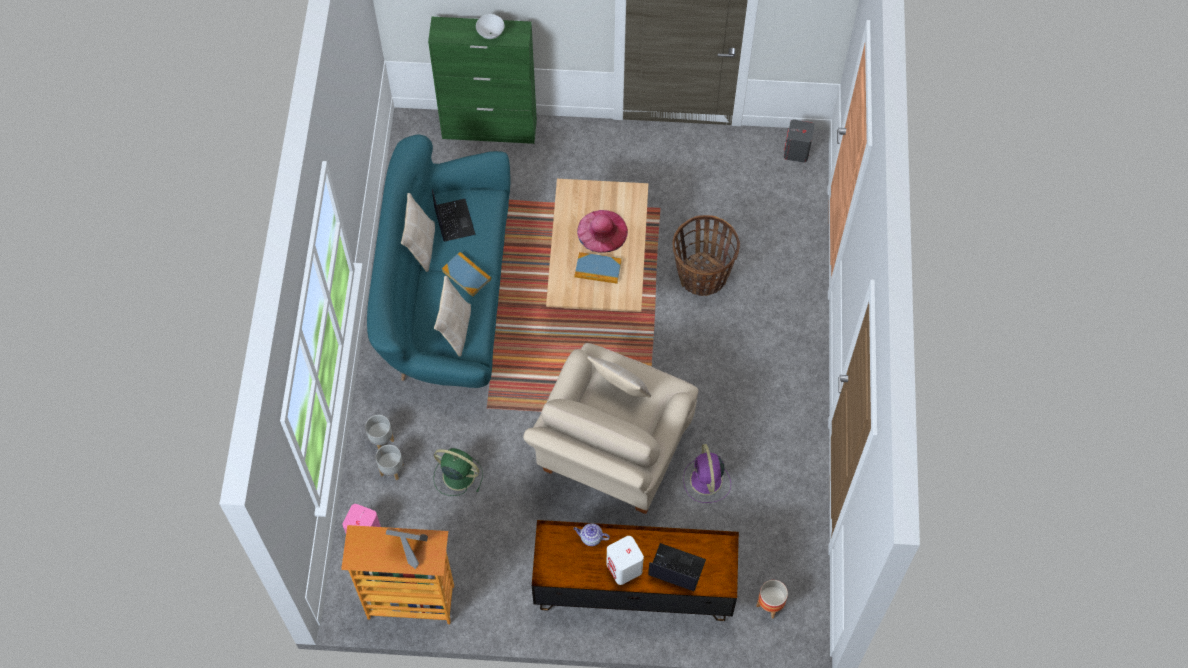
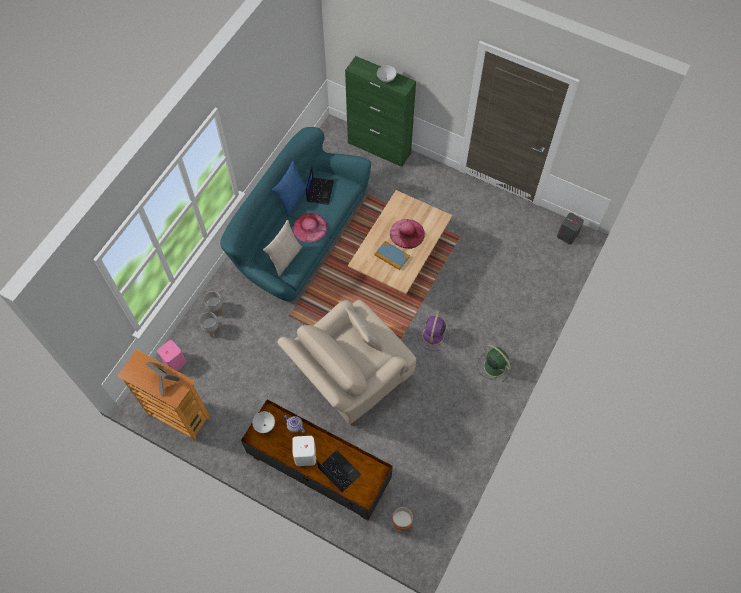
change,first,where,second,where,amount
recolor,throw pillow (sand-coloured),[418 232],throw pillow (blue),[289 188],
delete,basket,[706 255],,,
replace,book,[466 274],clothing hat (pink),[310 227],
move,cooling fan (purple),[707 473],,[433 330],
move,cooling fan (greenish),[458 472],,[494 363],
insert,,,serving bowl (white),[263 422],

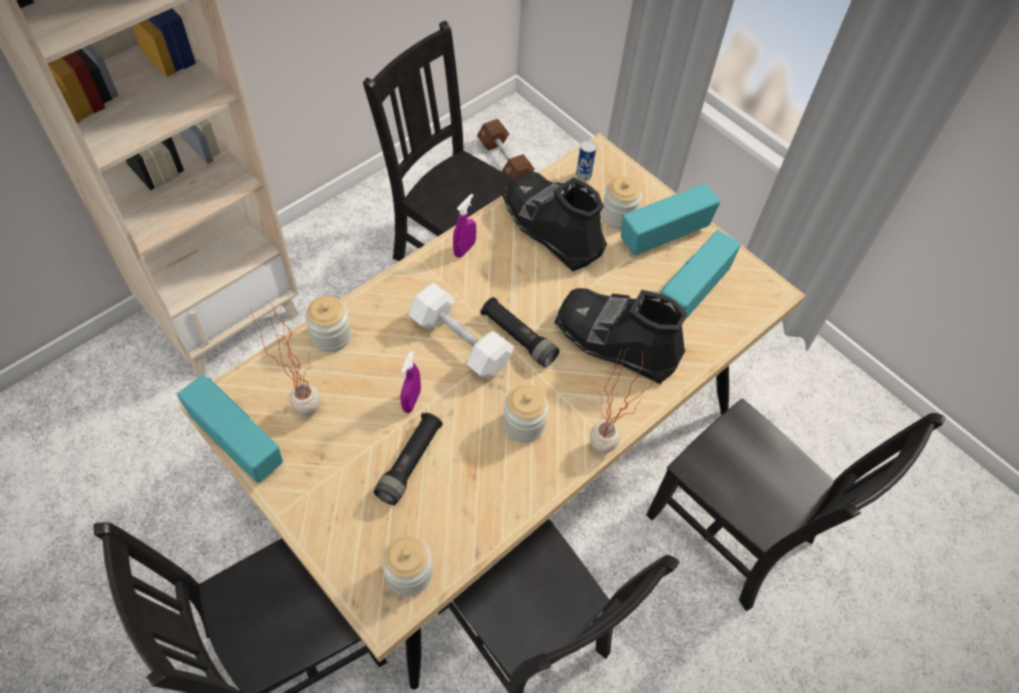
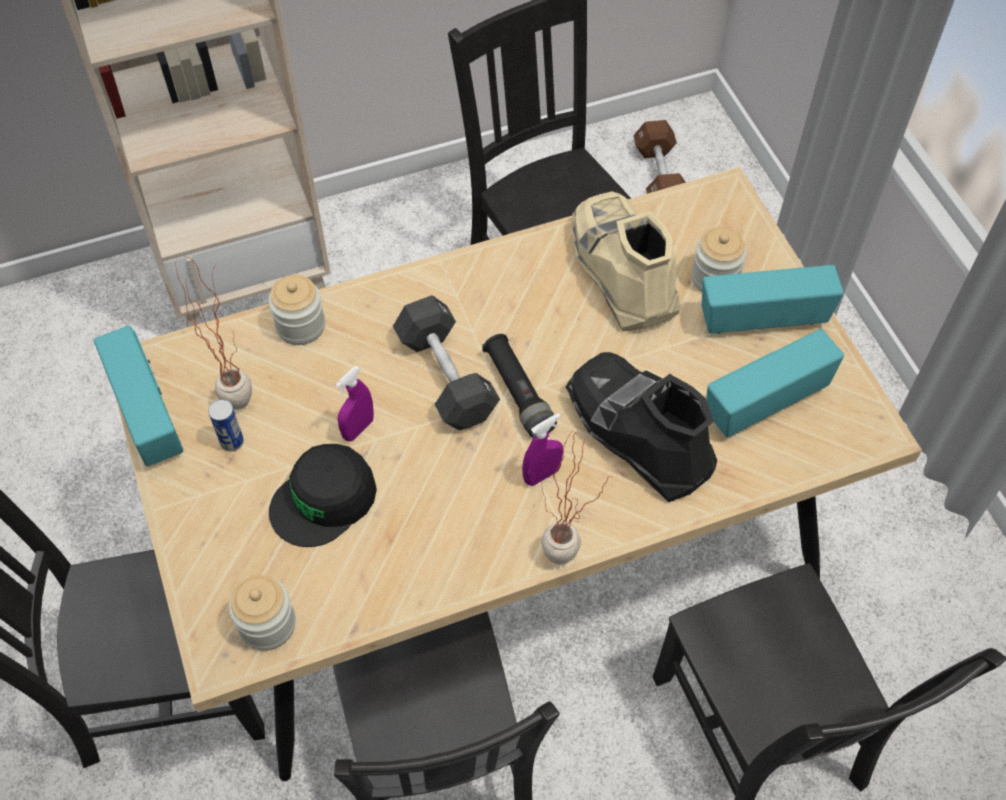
change,first,where,second,where,amount
move,metal can,[586 160],,[226 425],
recolor,tall boot (black-coloured),[554 221],tall boot (sand-coloured),[626 261],
move,sprayer (purple),[464 226],,[542 449],
recolor,free weight (white),[461 331],free weight (black-coloured),[446 362],
delete,preserve jar,[526 413],,,
replace,torch (black-coloured),[408 459],baseball cap (black-coloured),[323 495],

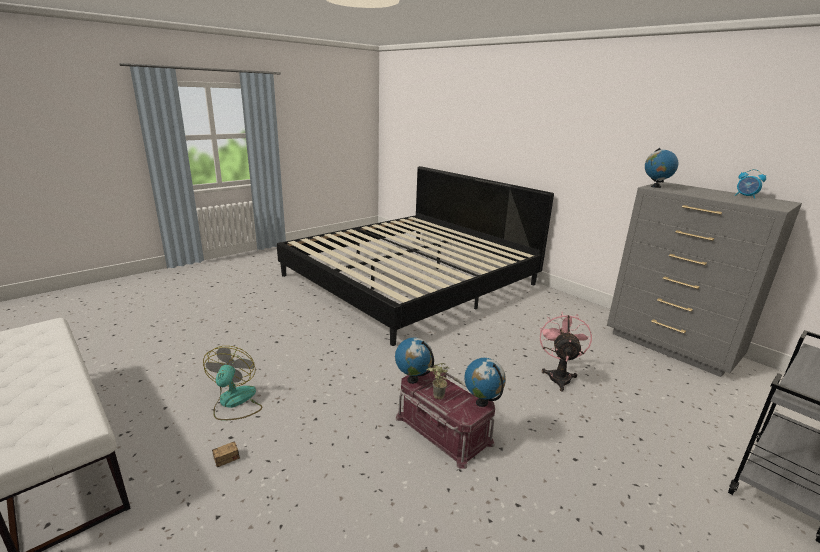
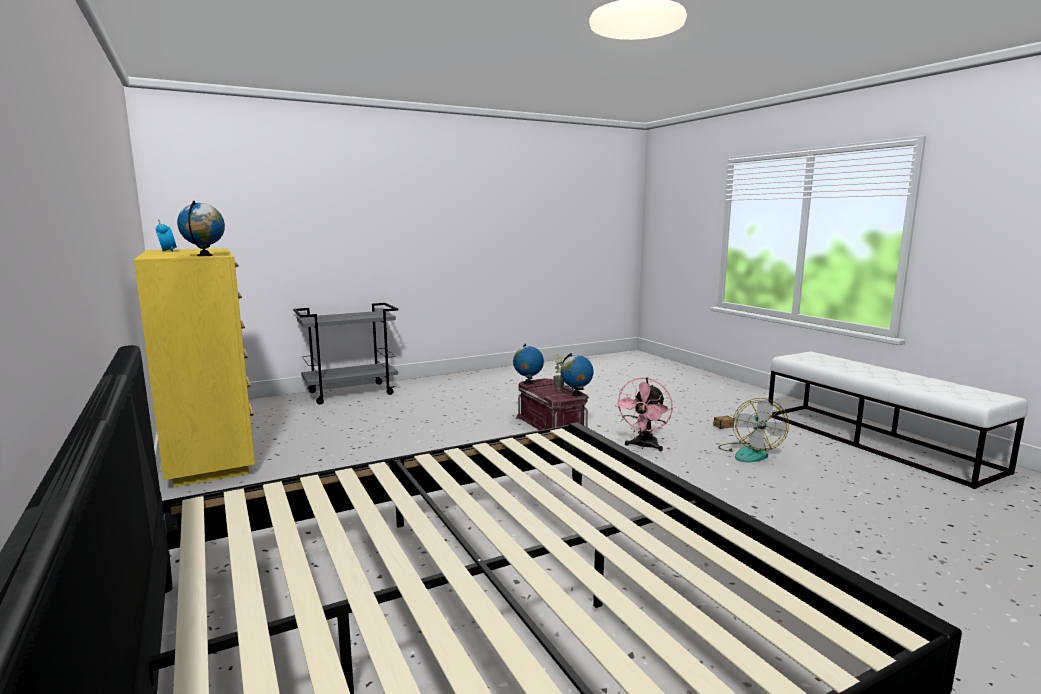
change,first,where,second,where,amount
recolor,dresser (gray),[704 279],dresser (yellowish),[194 367],
move,cooling fan (pink),[566 352],,[644 414],

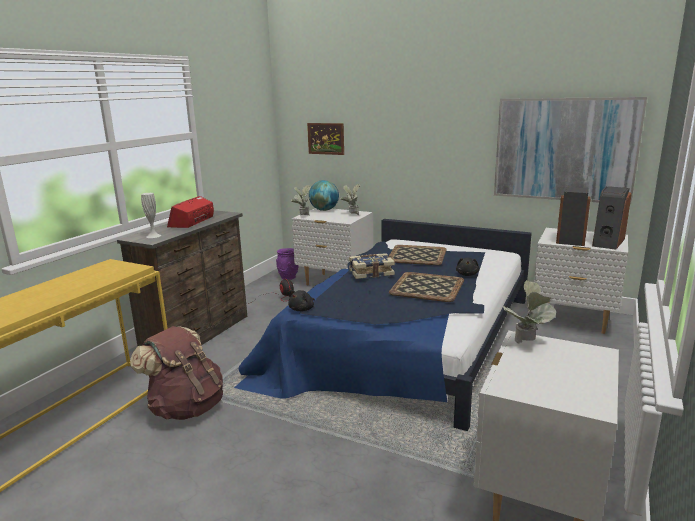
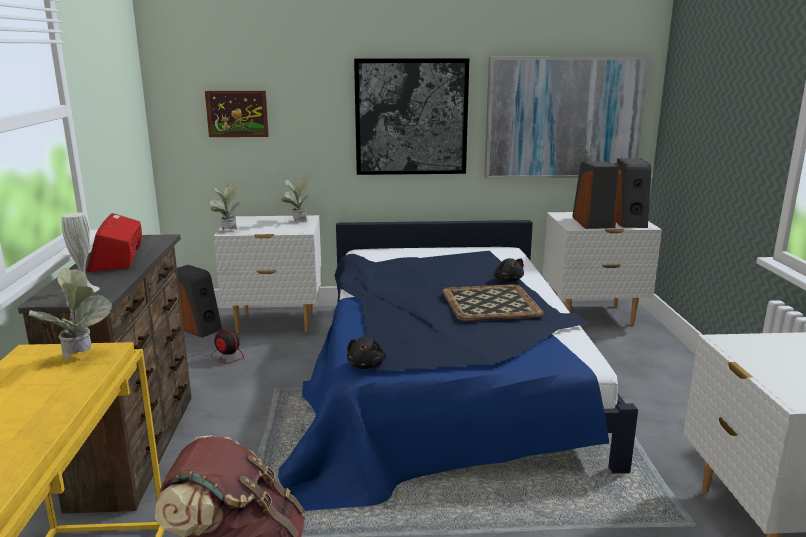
change,first,where,second,where,amount
delete,world globe,[324 195],,,
delete,serving tray,[417 255],,,
replace,decorative vase (purple),[287 264],speaker,[199 301],
delete,book,[372 266],,,
move,potted plant,[529 312],,[70 313],
insert,,,wall art,[411 116],

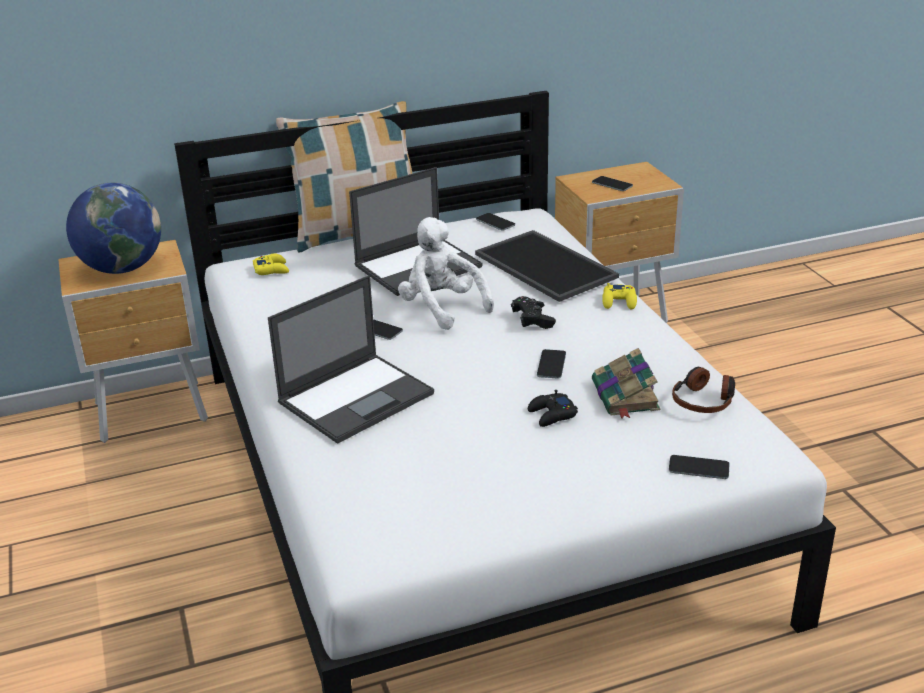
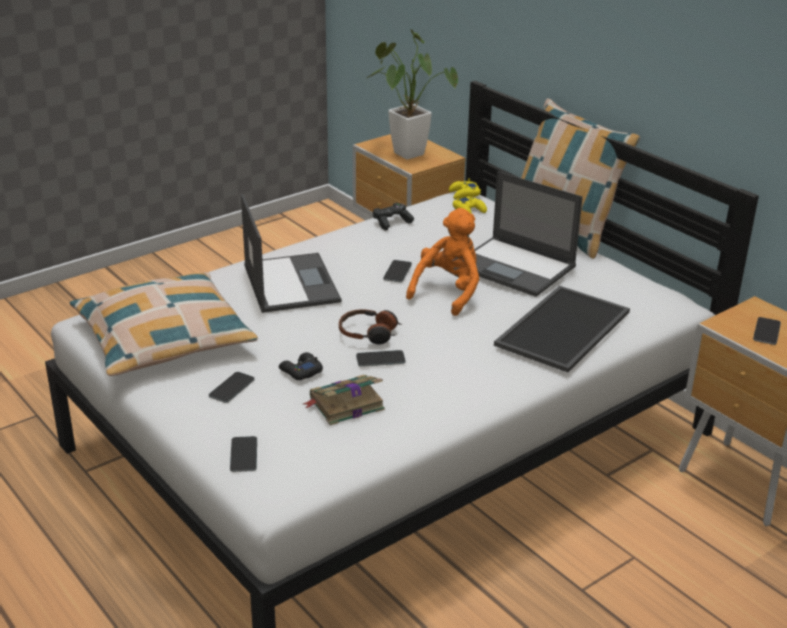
change,first,where,second,where,amount
replace,world globe,[113 228],potted plant,[412 94],
move,telephone,[495 221],,[232 387],
recolor,soft toy (white),[446 273],soft toy (orange-coloured),[442 262],
rotate,notebook computer,[351 359],,[291 253],135 degrees counterclockwise
move,gamepad (yellowish),[619 296],,[465 188],
move,gamepad (black-coloured),[533 312],,[393 216],
move,headphones,[703 390],,[370 326],
insert,,,throw pillow,[164 324],

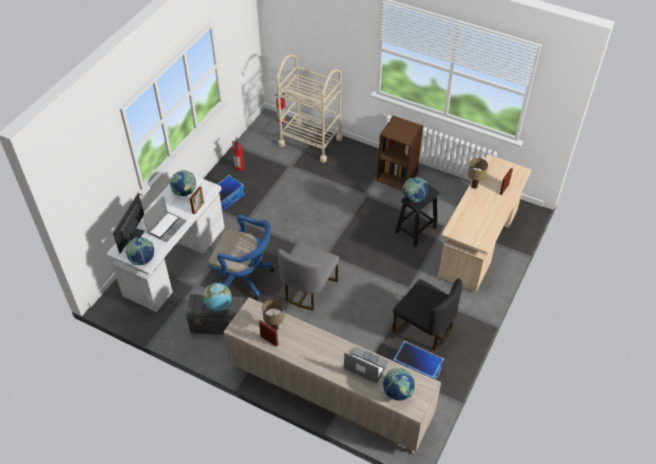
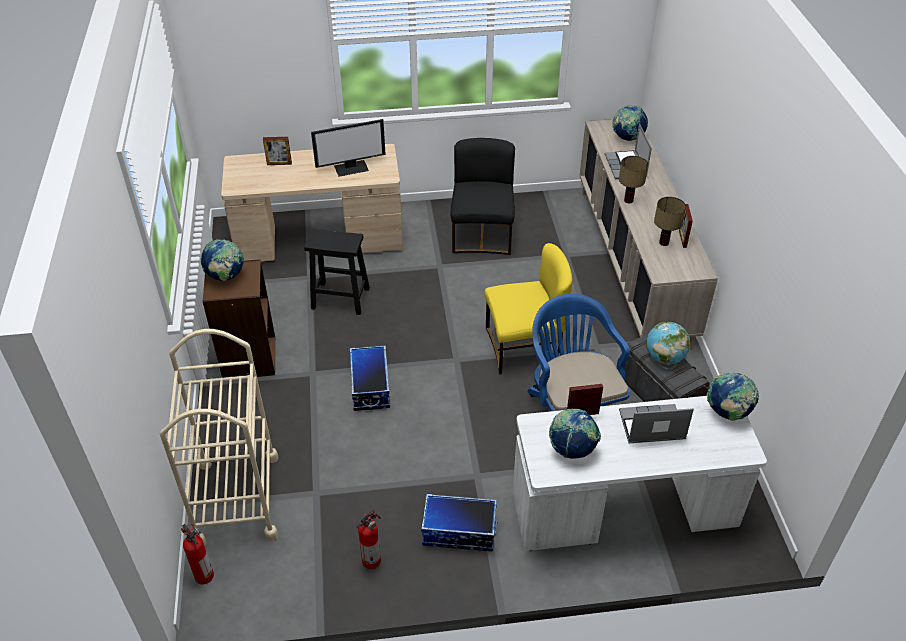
change,first,where,second,where,amount
move,lamp for a table,[478 173],,[633 179],
move,world globe,[415 190],,[222 260],
move,monitor,[129 223],,[348 148],
recolor,chair (gray),[308 276],chair (yellowish),[528 308],
move,storage container,[418 360],,[370 378],

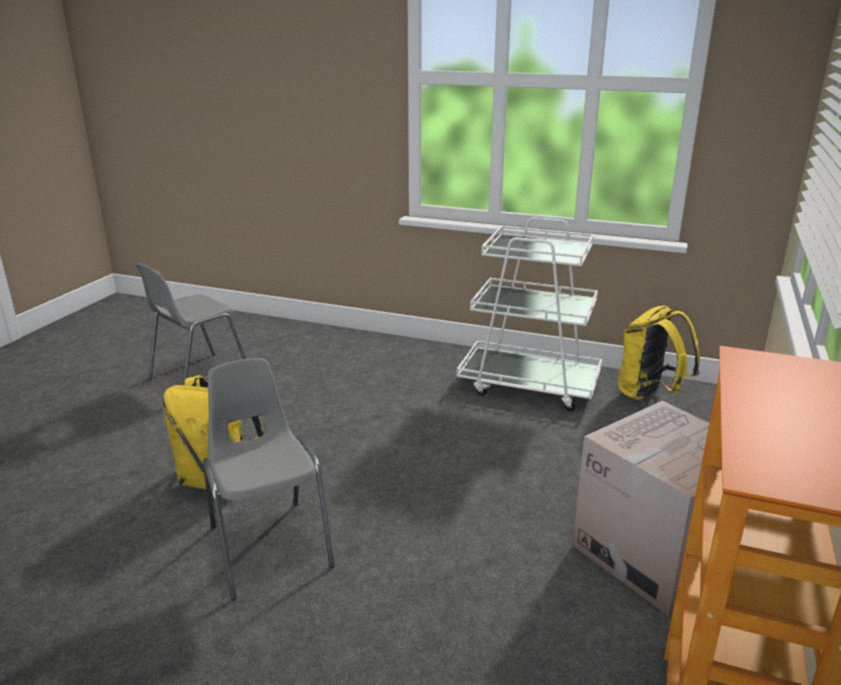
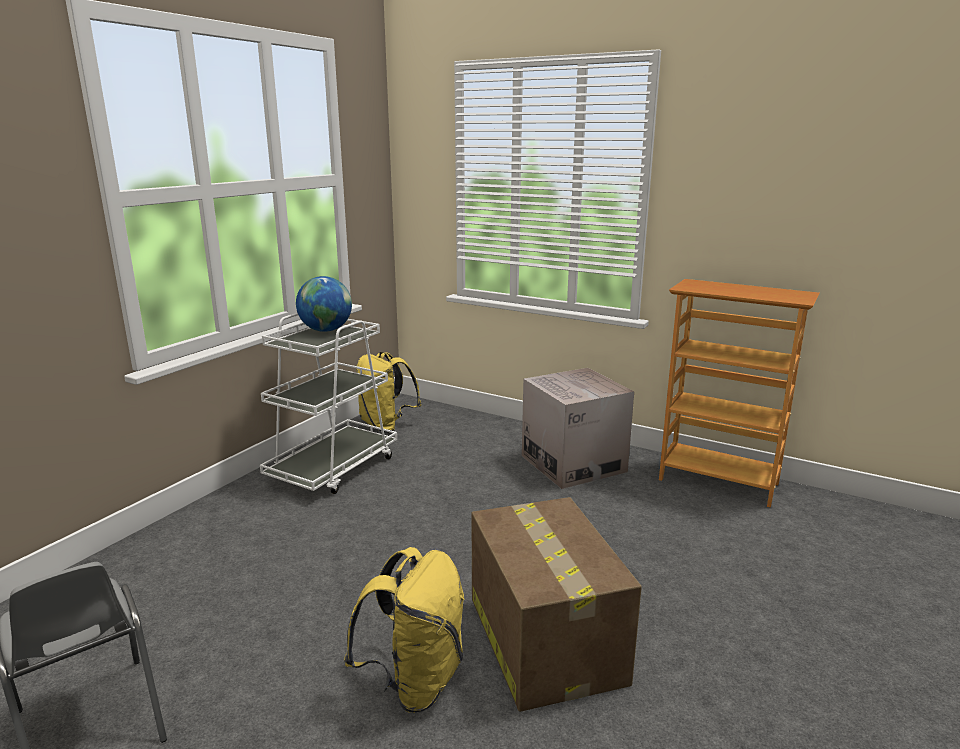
change,first,where,second,where,amount
replace,chair (gray),[269 479],cardboard box,[556 604],
insert,,,world globe,[324 304],

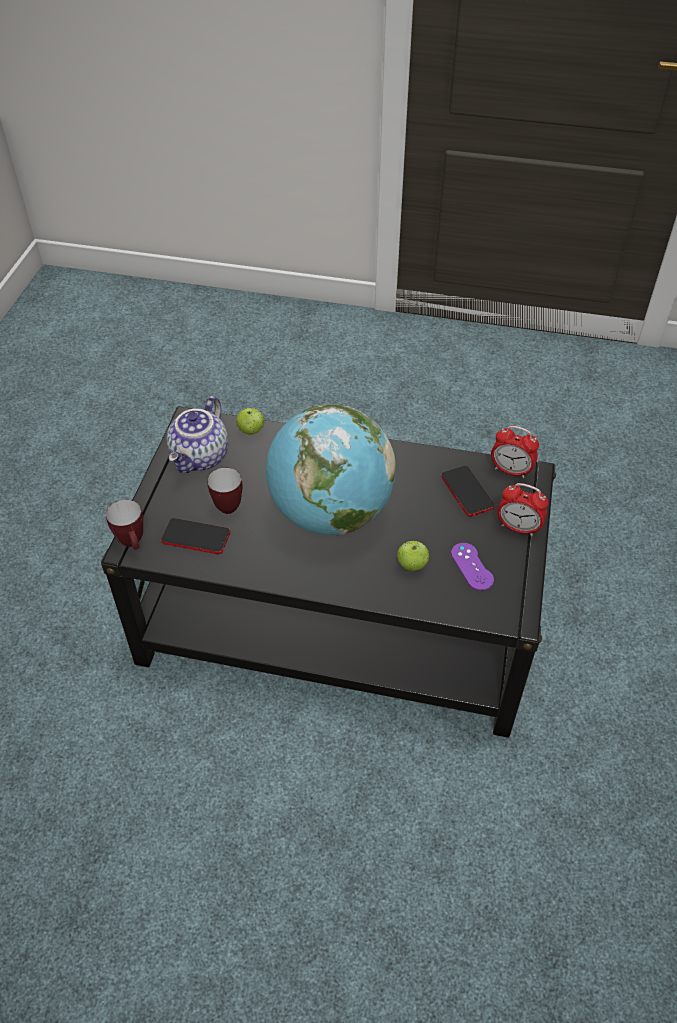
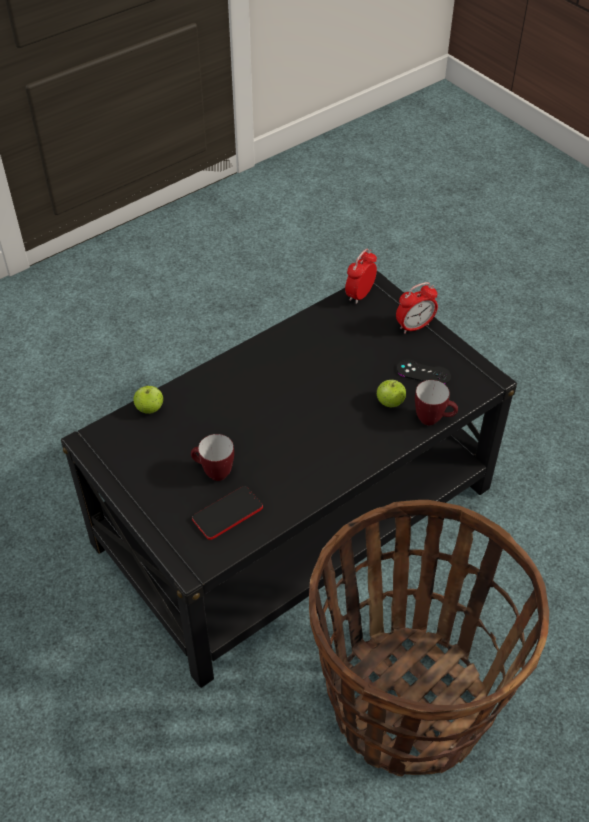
change,first,where,second,where,amount
delete,tea pot,[197 434],,,
delete,world globe,[331 470],,,
rotate,bedside clock,[515 452],,[361 276],150 degrees clockwise
delete,telephone,[468 491],,,
move,mug,[124 524],,[436 402],
recolor,gamepad (purple),[472 566],gamepad (black-coloured),[423 371],
insert,,,basket,[429 638],

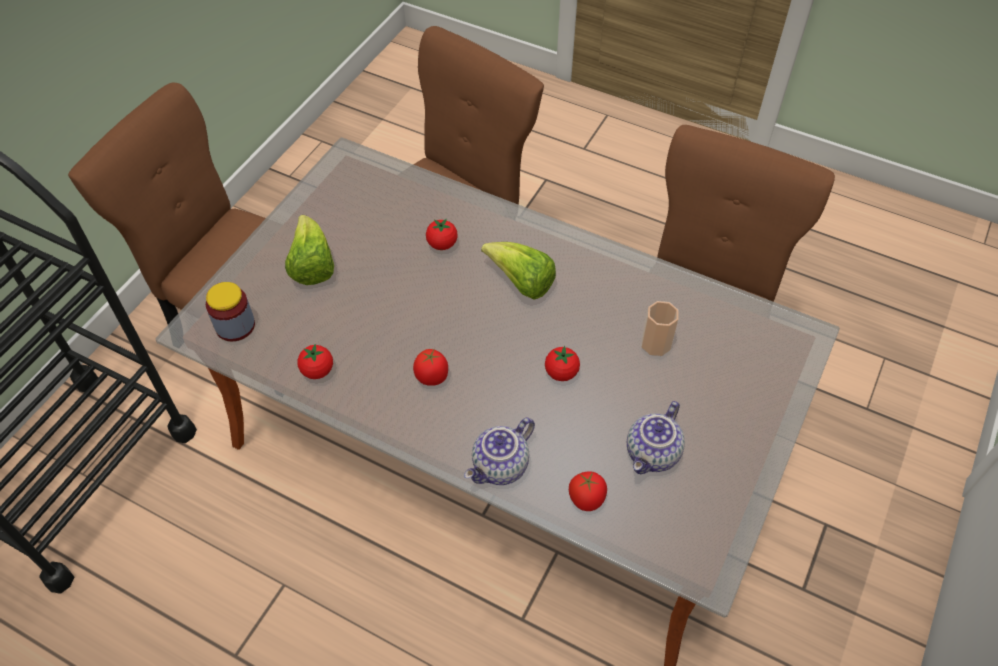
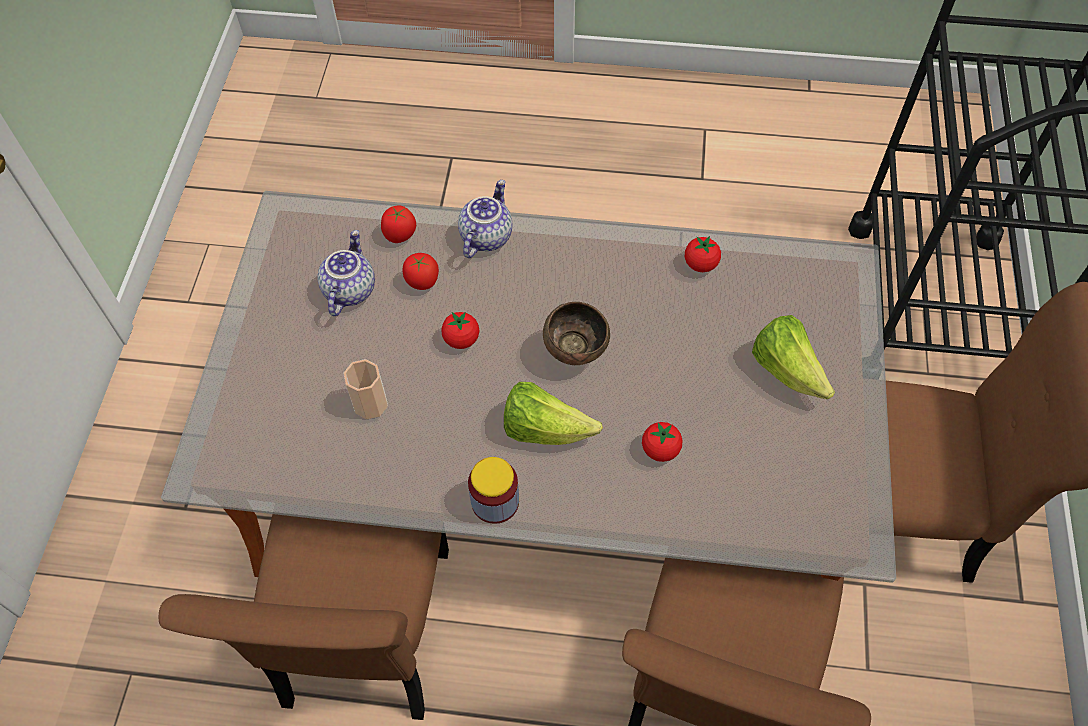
change,first,where,second,where,amount
move,preserve jar,[230 311],,[493 490],
move,tomato,[430 367],,[421 271],
insert,,,serving bowl (brown),[576 333],

